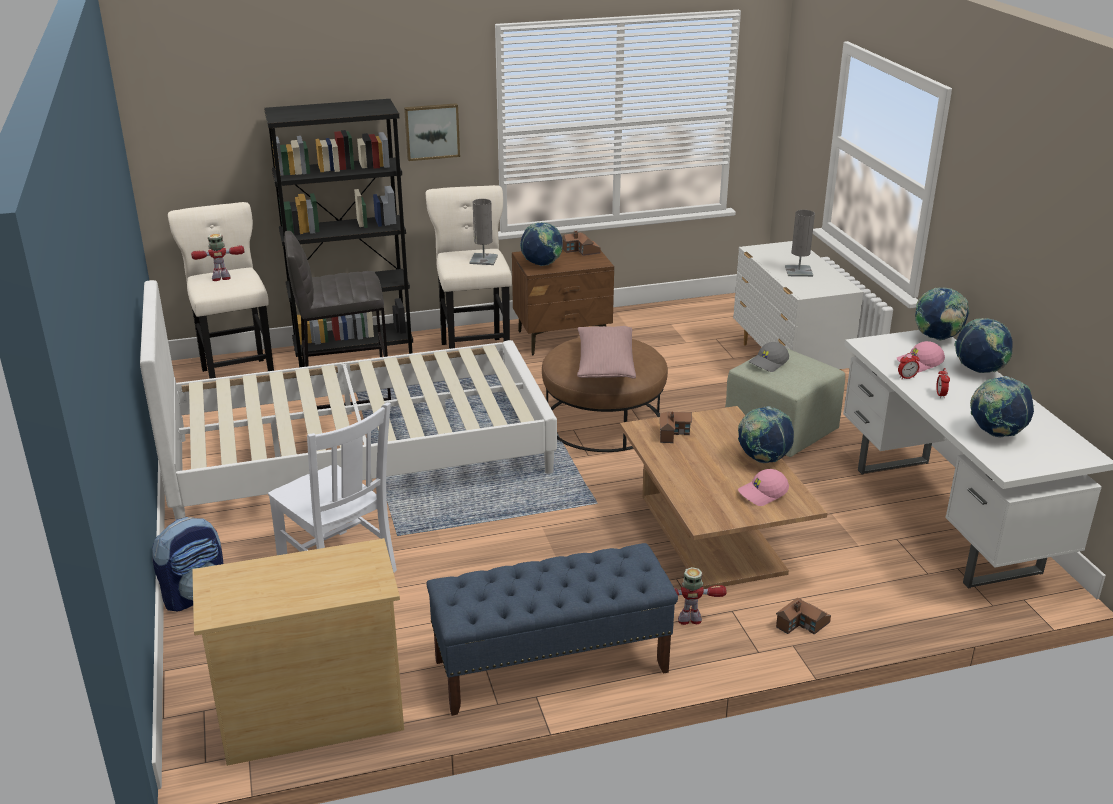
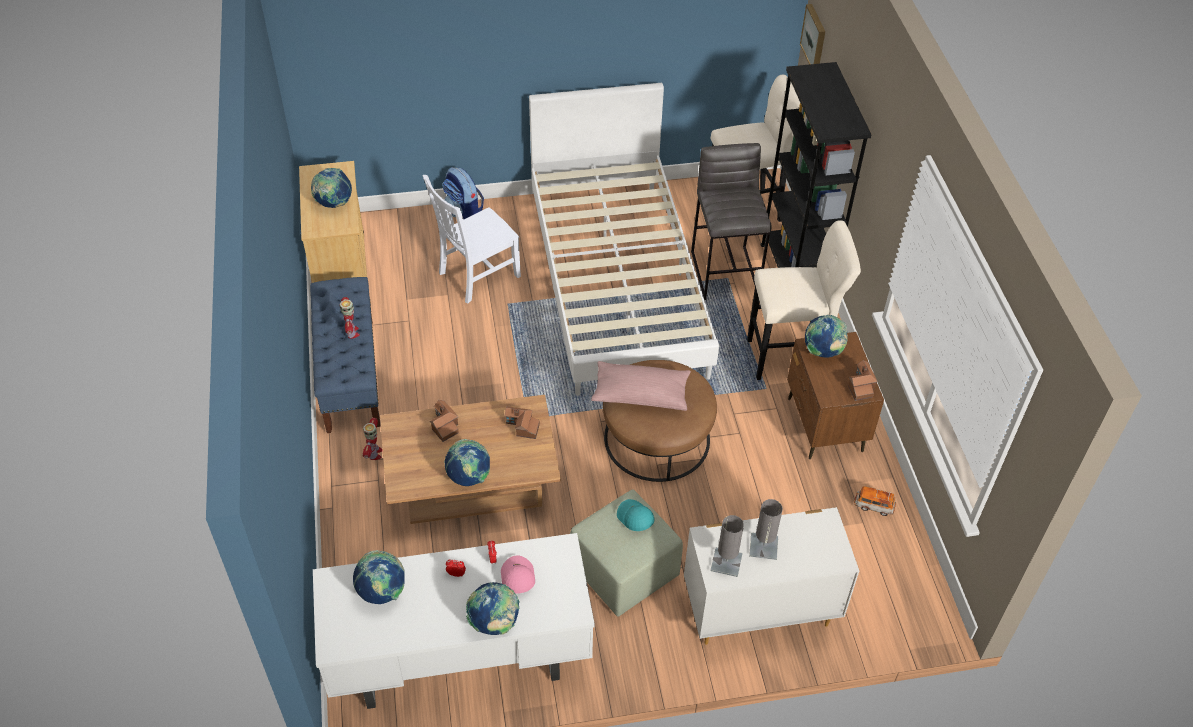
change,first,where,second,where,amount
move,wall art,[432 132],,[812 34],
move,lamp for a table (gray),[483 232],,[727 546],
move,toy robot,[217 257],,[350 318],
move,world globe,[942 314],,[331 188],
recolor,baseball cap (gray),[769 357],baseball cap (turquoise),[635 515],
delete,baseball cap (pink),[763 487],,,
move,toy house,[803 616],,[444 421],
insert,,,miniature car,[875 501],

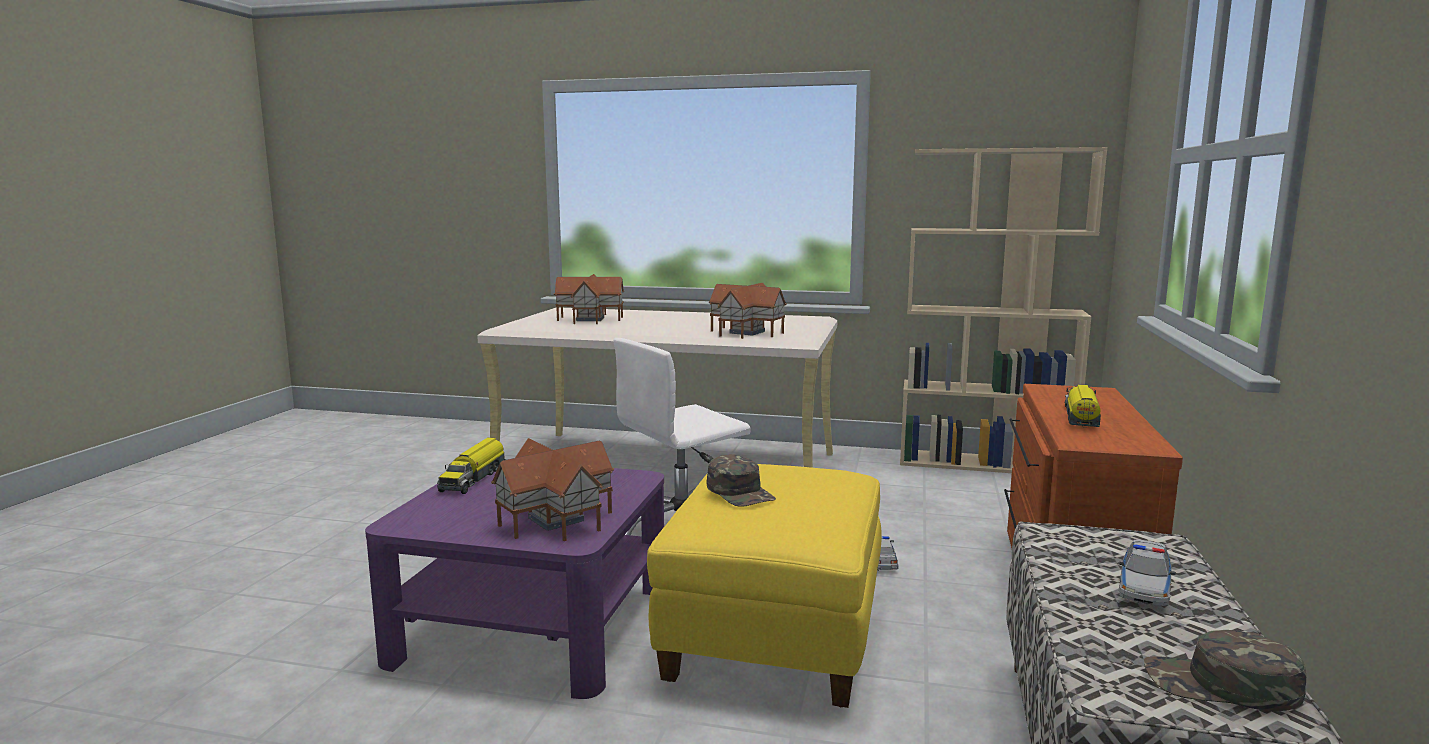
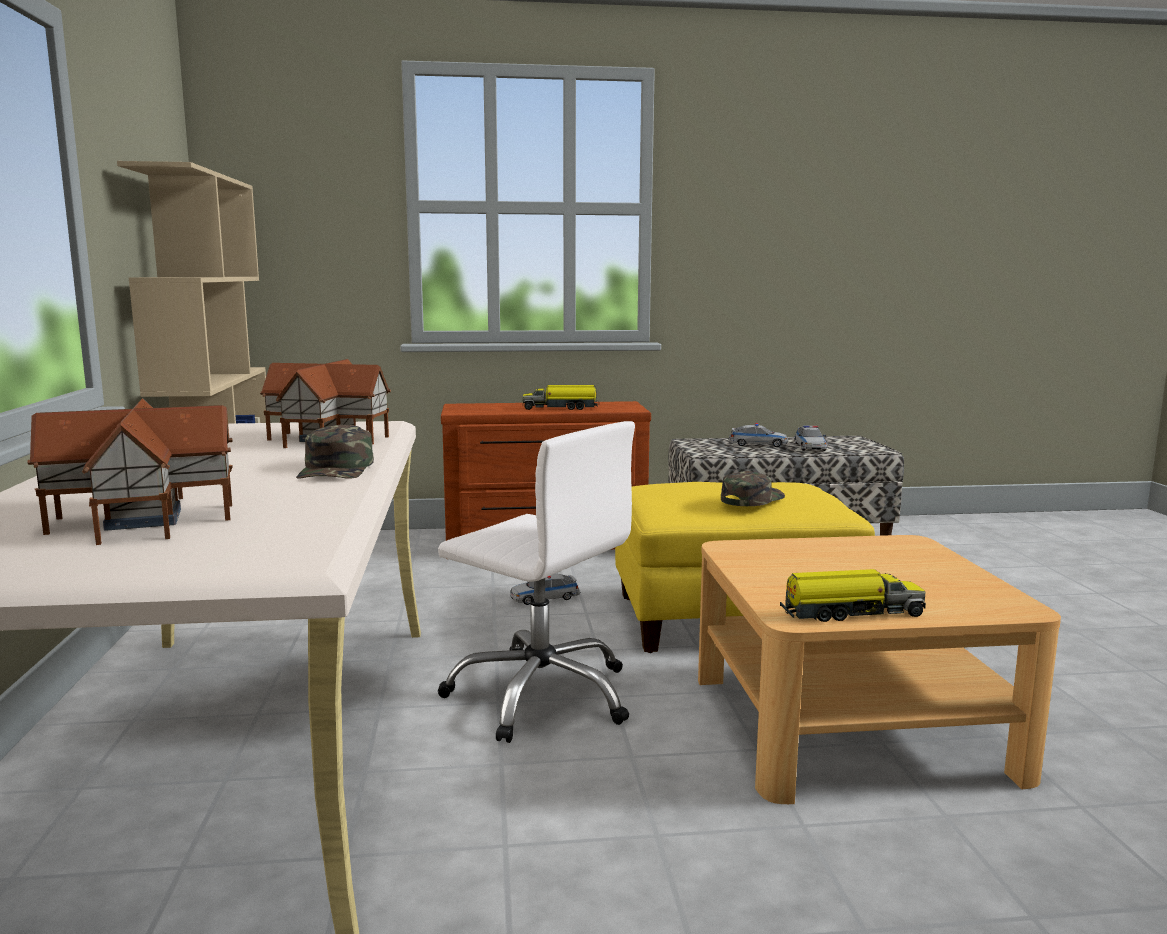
change,first,where,second,where,amount
delete,toy house,[552 489],,,
recolor,coffee table (purple),[514 583],coffee table (sand-coloured),[879 669],
move,baseball cap (greenish),[1225 670],,[335 452],
insert,,,miniature car,[810 438],

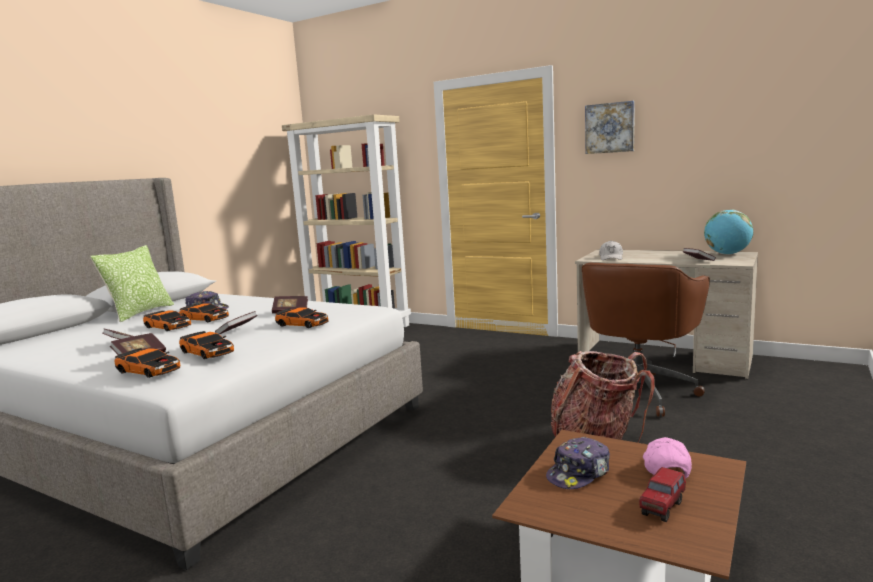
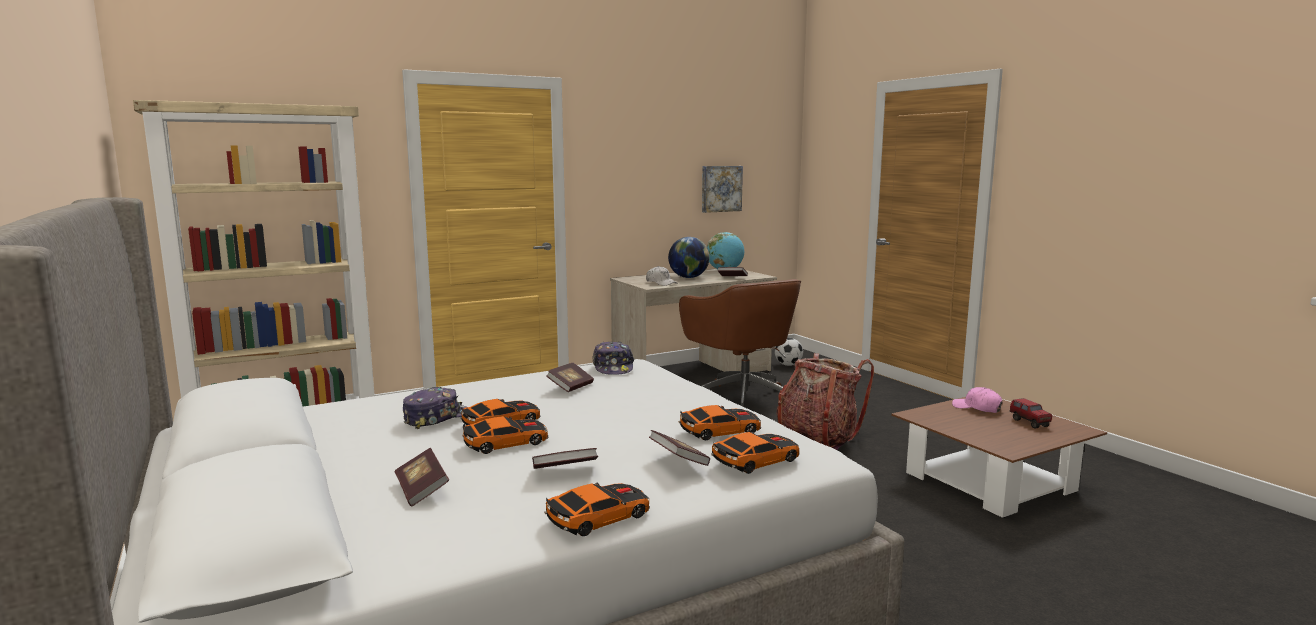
change,first,where,second,where,amount
move,wall art,[610 127],,[722 189],
delete,throw pillow,[132 283],,,
move,miniature car,[302 317],,[597 509],
move,book,[236 322],,[422 477],
move,baseball cap,[578 463],,[613 358],
insert,,,world globe,[689 257],
insert,,,football ball,[789 352],

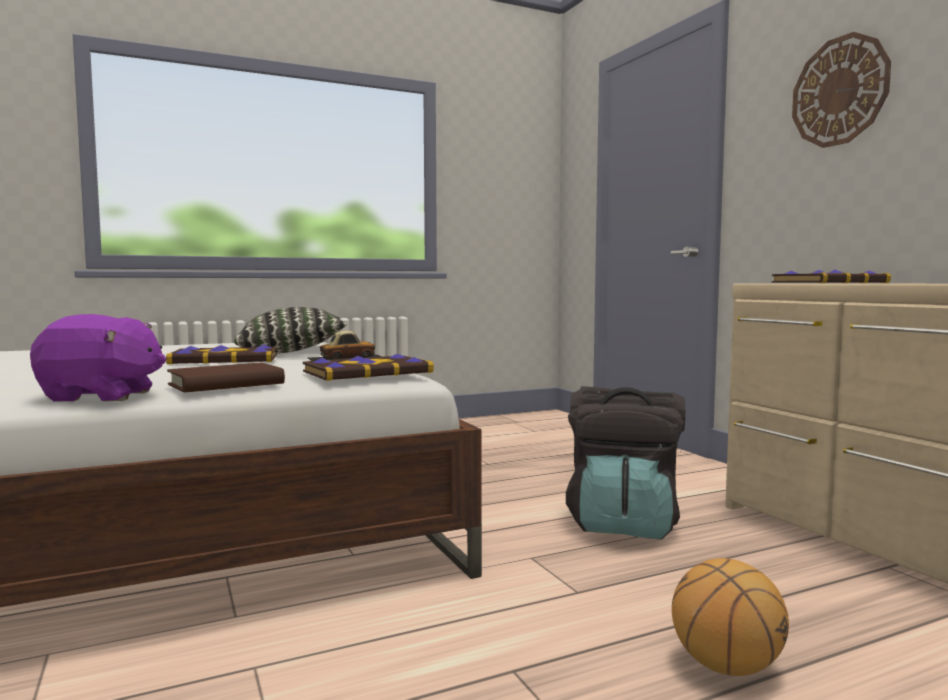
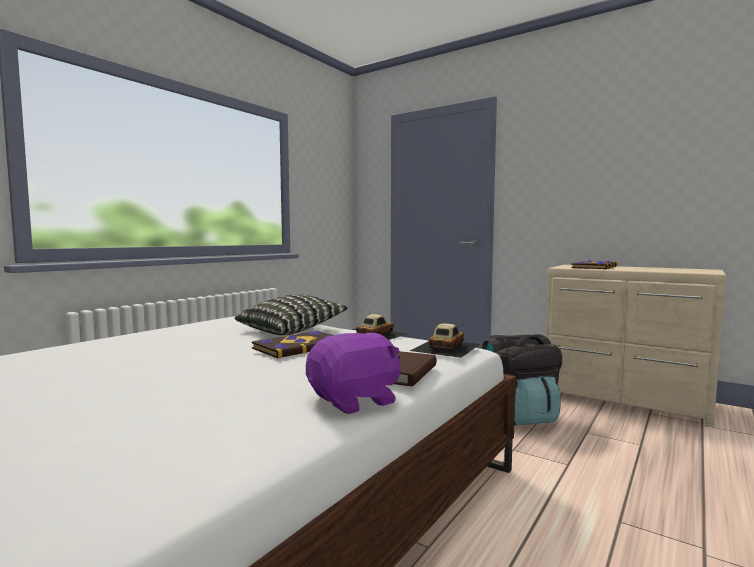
change,first,where,second,where,amount
delete,clock on the wall,[841 90],,,
replace,book,[368 367],miniature car,[445 340],
delete,ball for basketball,[730 617],,,

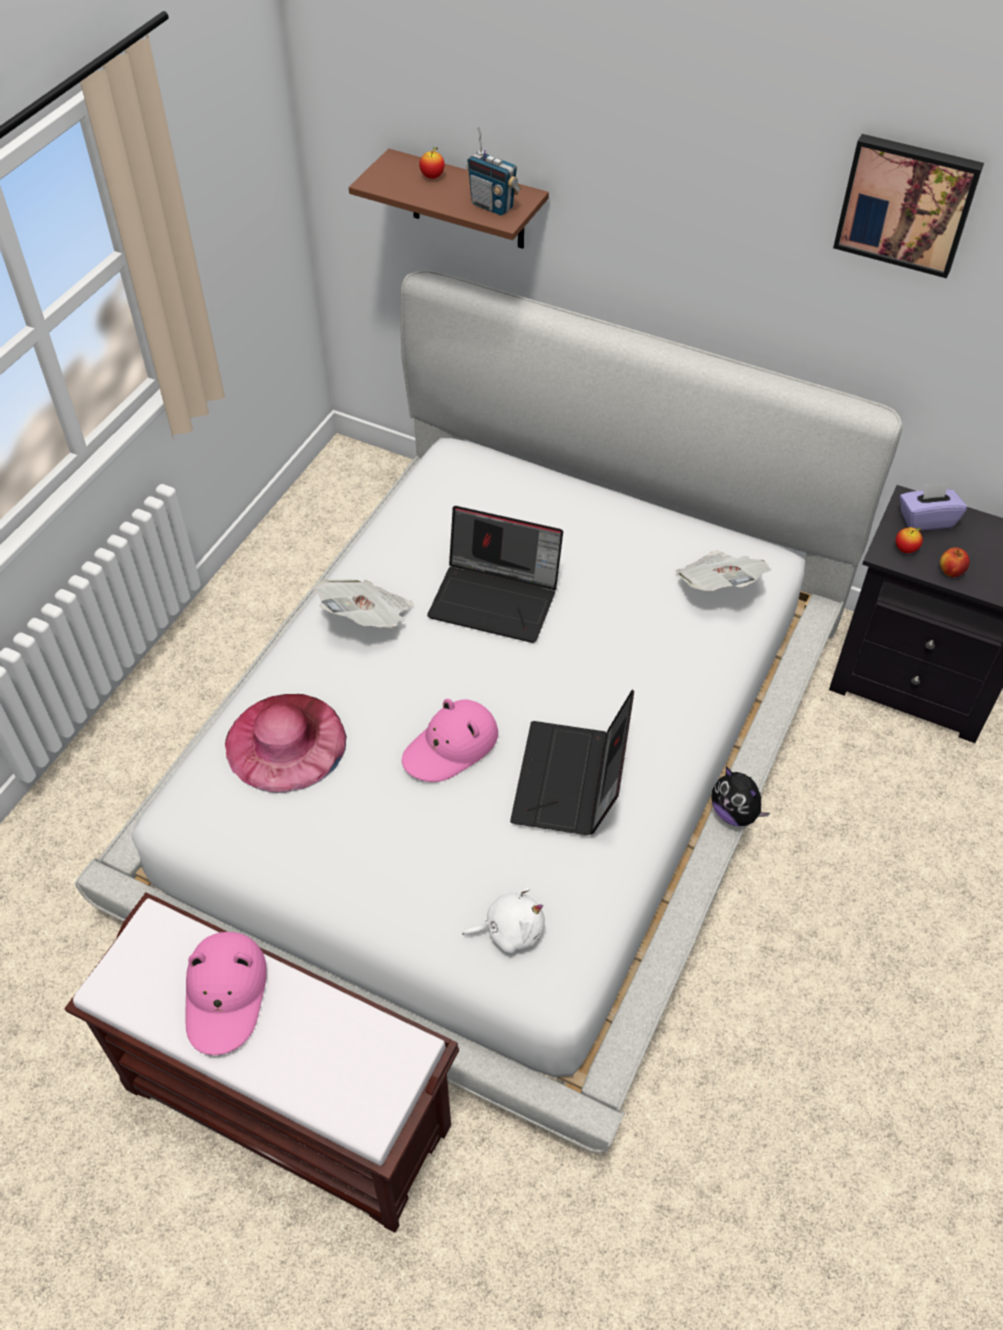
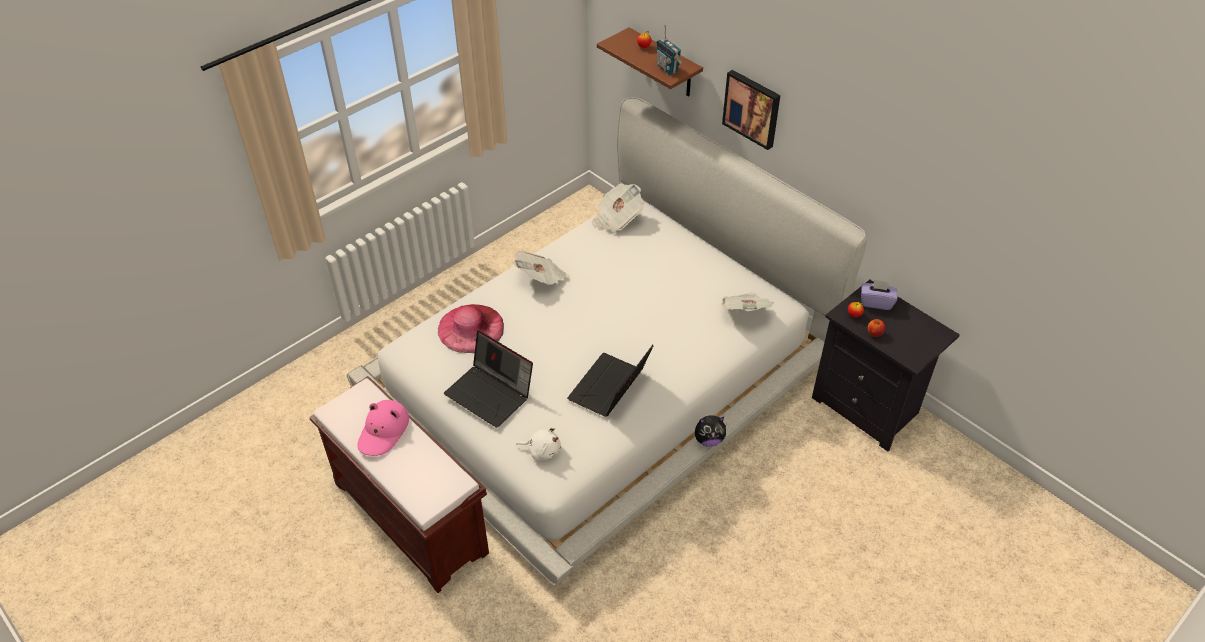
change,first,where,second,where,amount
move,wall art,[908 206],,[751 110],
move,notebook computer,[495 574],,[488 379],
delete,clothing hat (pink),[450 740],,,
rotate,soft toy,[741 796],,[710 431],75 degrees counterclockwise
insert,,,daily paper,[618 208],

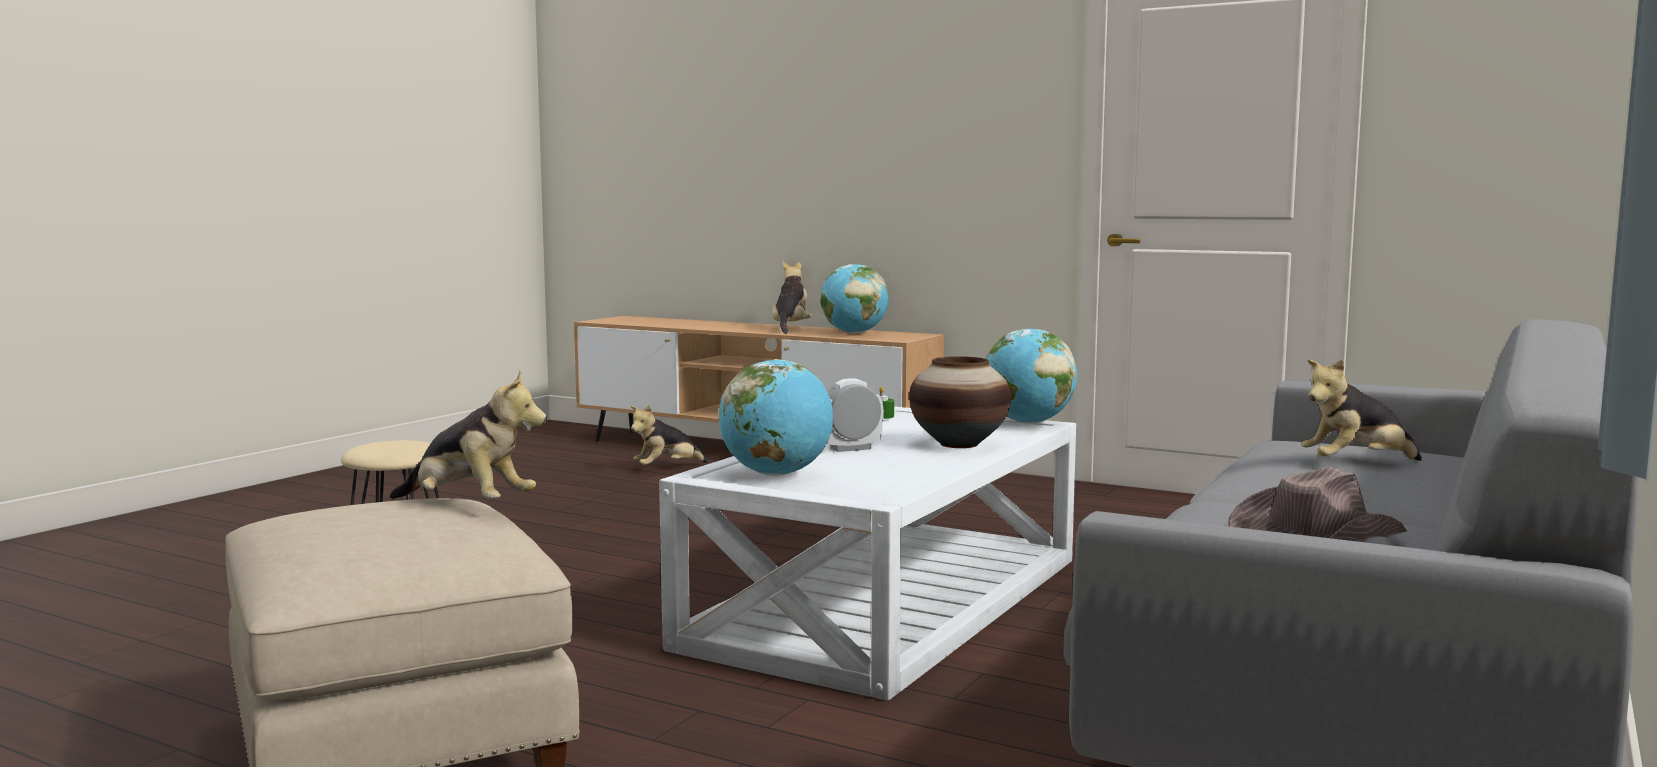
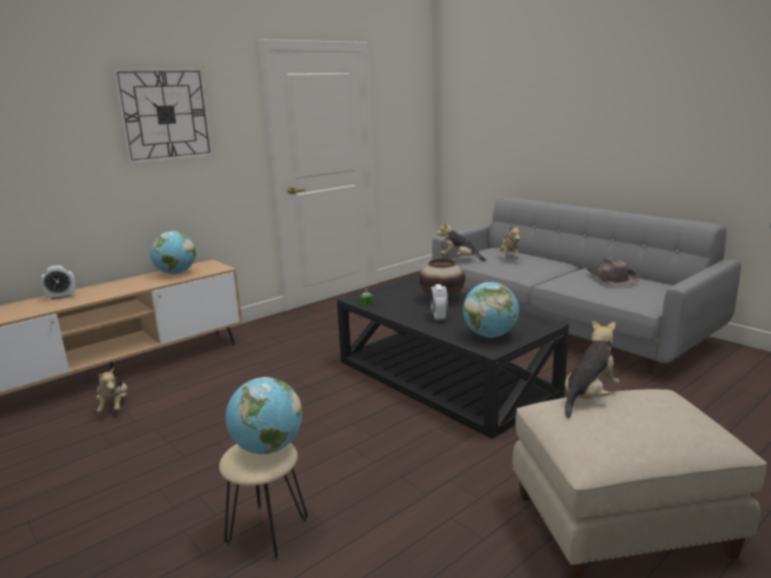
change,first,where,second,where,amount
move,soft toy,[792 297],,[461 241],
move,world globe,[1031 376],,[264 415],
recolor,coffee table (white),[867 553],coffee table (black-coloured),[453 358],
insert,,,clock on the wall,[163 116],
insert,,,bedside clock,[58 283],

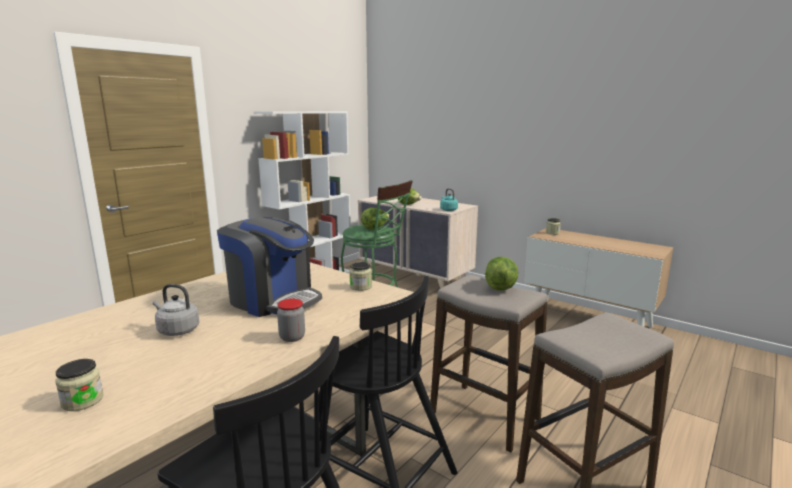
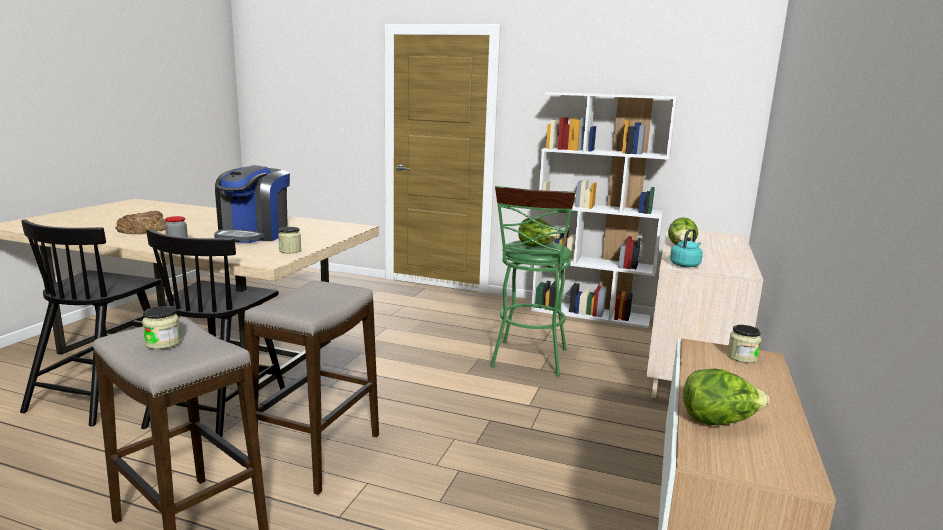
change,first,where,second,where,amount
move,lettuce head,[501 274],,[726 396],
delete,kettle (gray),[176 310],,,
move,preserve jar,[79 385],,[161 327],
insert,,,baked bread,[141 222],

